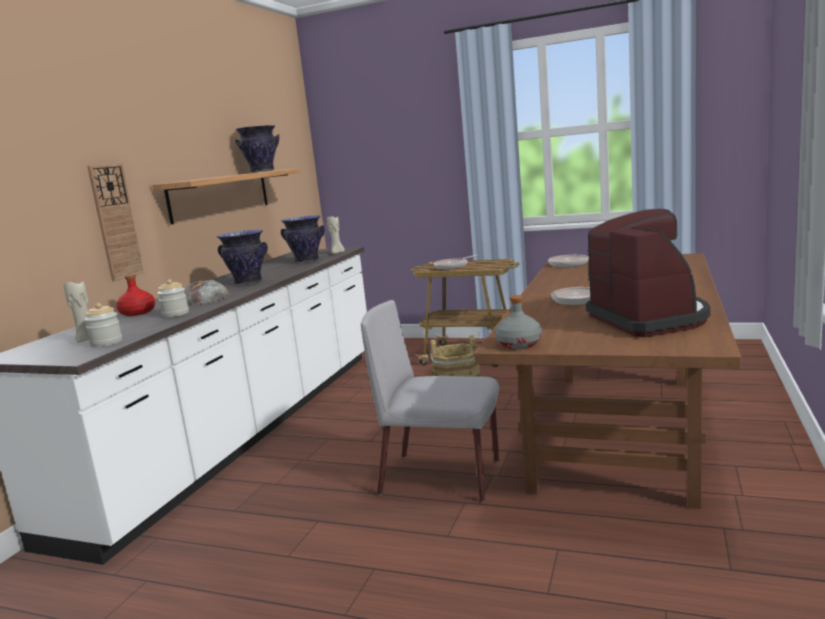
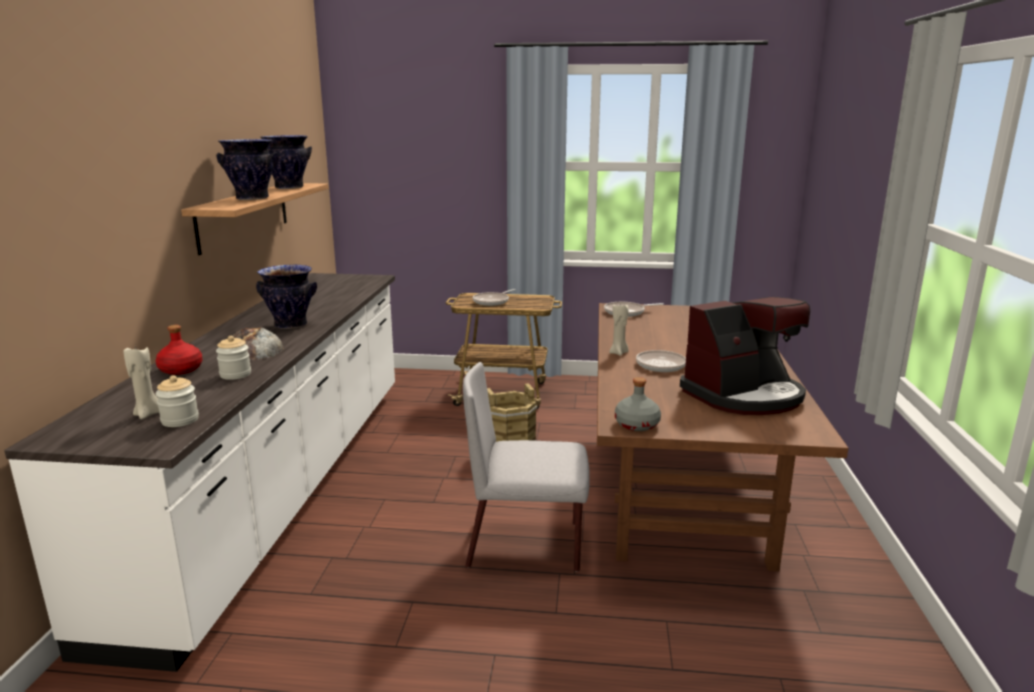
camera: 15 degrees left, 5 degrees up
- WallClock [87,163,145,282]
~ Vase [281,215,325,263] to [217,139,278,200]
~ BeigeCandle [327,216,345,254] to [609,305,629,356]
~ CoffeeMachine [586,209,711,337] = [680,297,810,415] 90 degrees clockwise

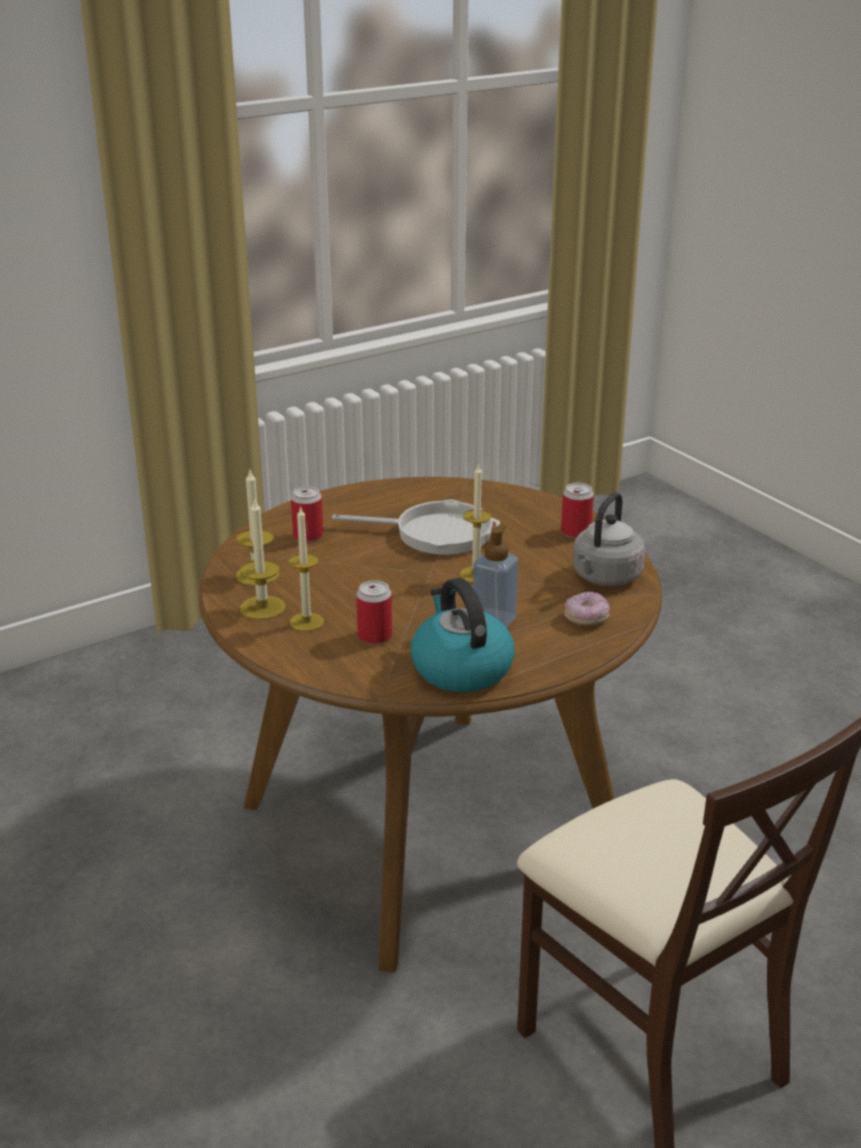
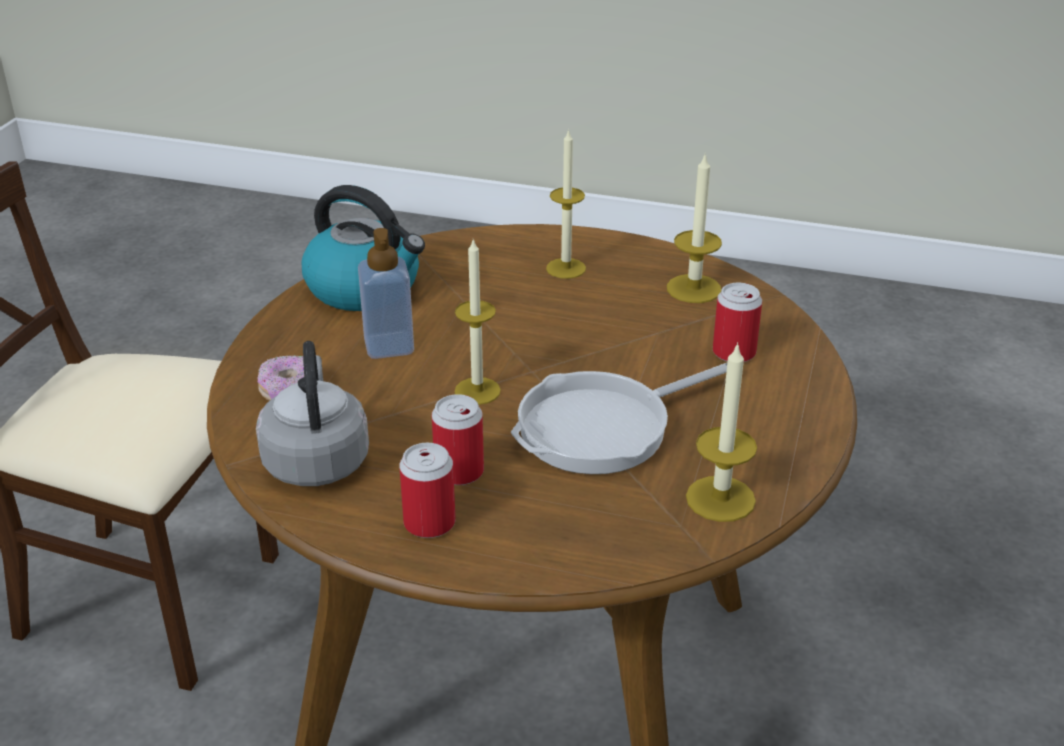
camera: 140 degrees right, 5 degrees up
~ Candle [240,497,285,620] to [686,342,757,522]
~ Can [356,580,392,644] to [432,394,484,485]

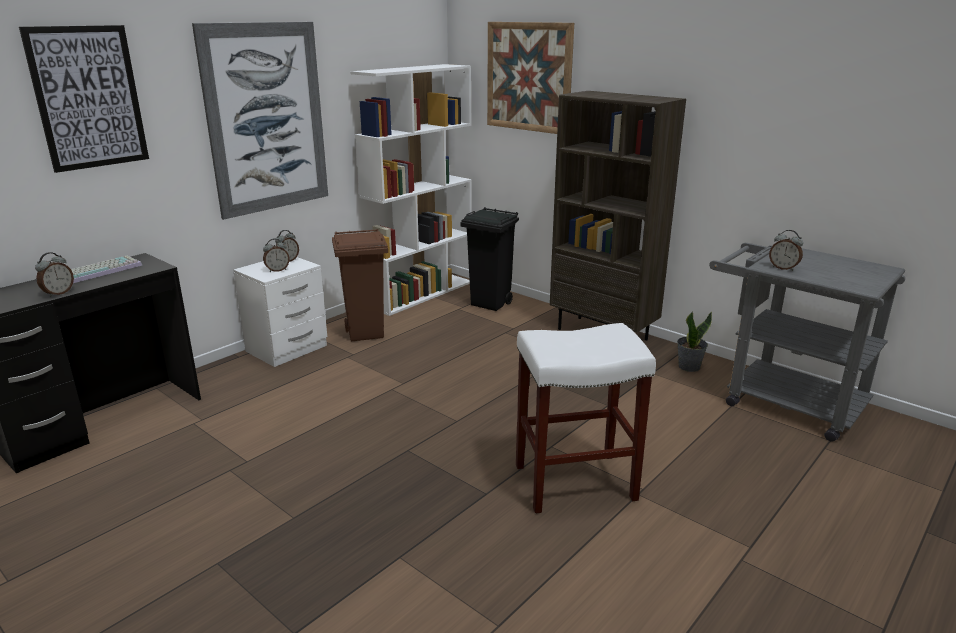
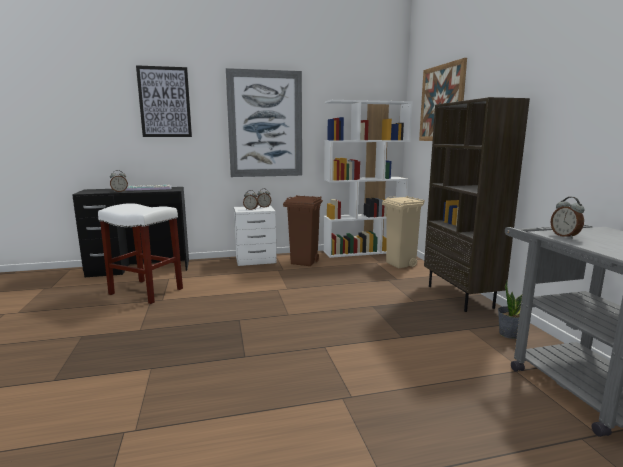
camera: 35 degrees right, 10 degrees down
~ WhiteStool [516,323,656,514] to [98,203,183,304]
~ BlackTrashCan [460,207,519,311] to BeigeTrashCan [382,196,425,268]

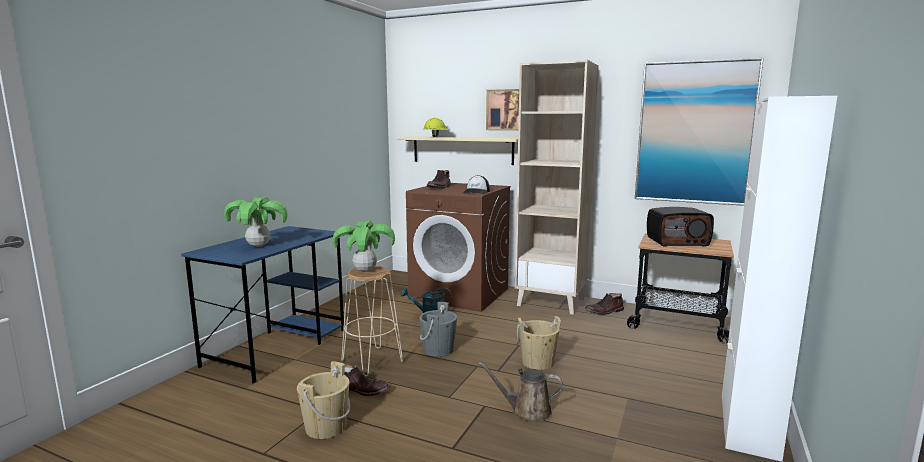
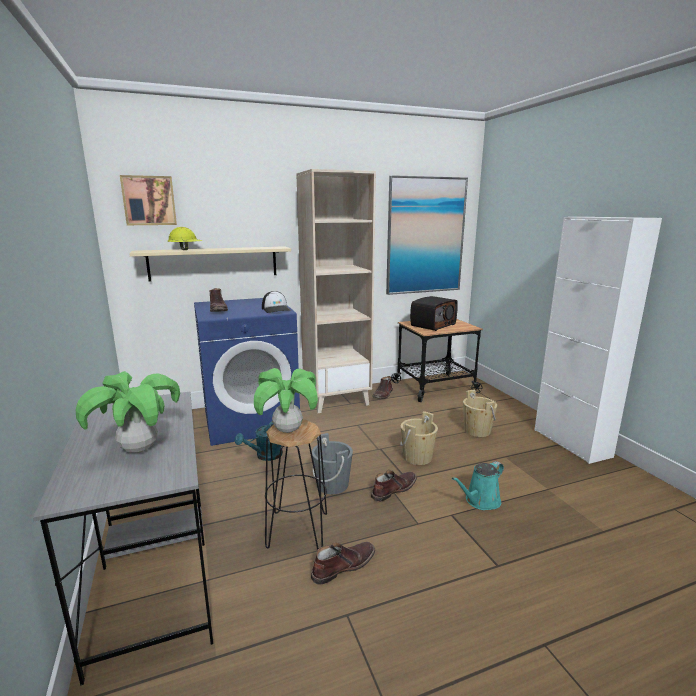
camera: 45 degrees left, 5 degrees up
+ BrownBoot [371,470,417,502]
~ BeigeBucket [297,361,350,439] to [463,390,497,437]
~ Picture [486,89,519,131] to [120,175,177,225]
~ BlueDesk [181,226,344,384] to GreyDesk [33,392,213,686]
~ BeigeStool [341,266,403,376] to BlackStool [265,420,327,549]
~ BrownWashingMachine [406,183,511,312] to BlueWashingMachine [194,298,300,446]
~ BrownWateringCan [478,362,563,422] to TurquoiseWateringCan [452,461,504,510]

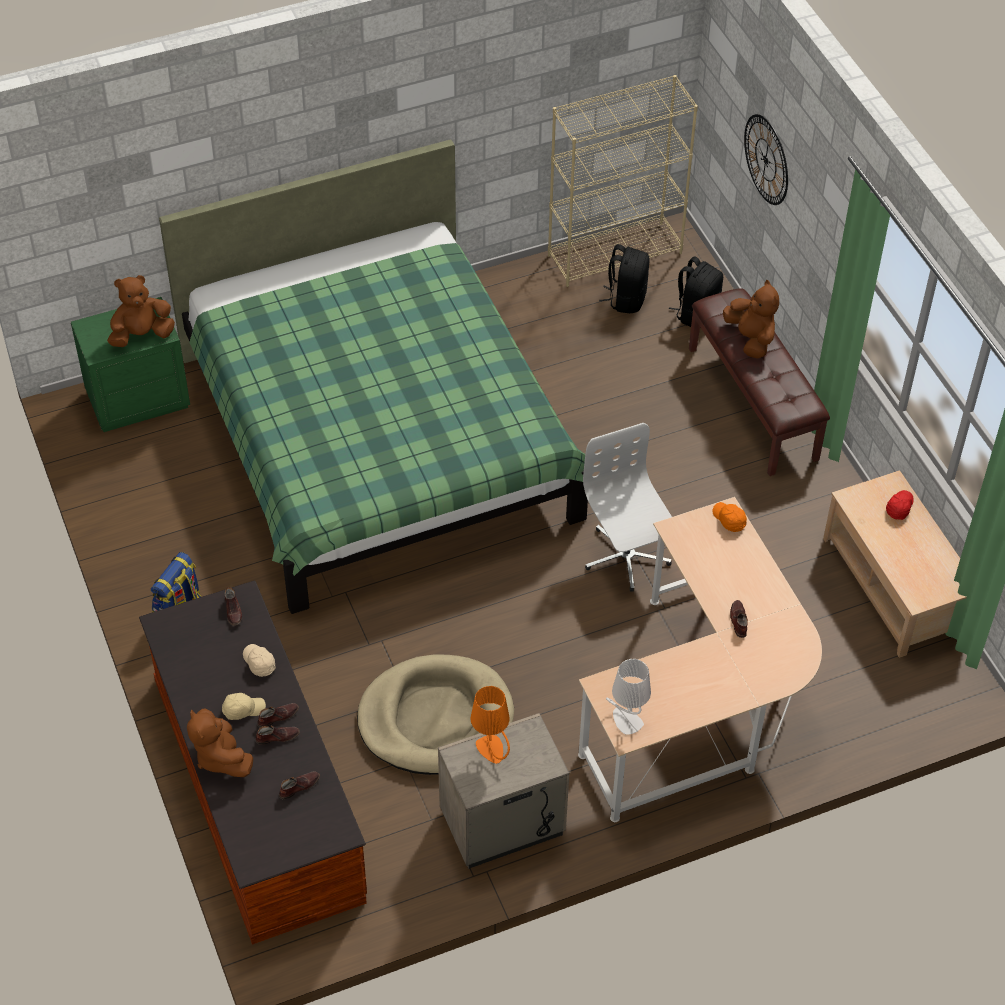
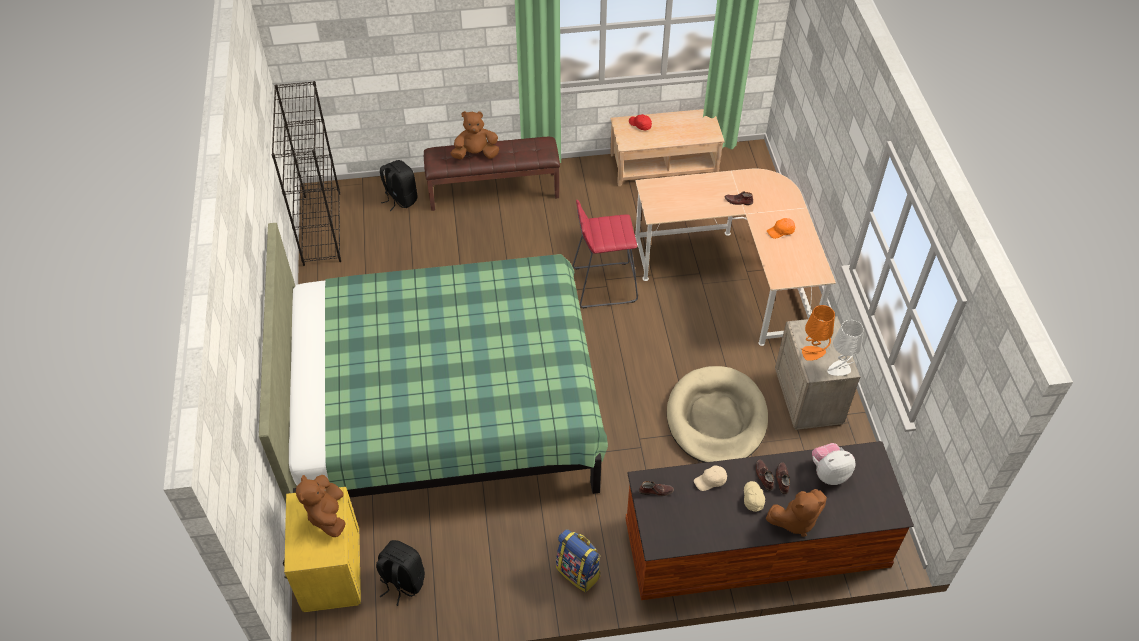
camera: 75 degrees left, 0 degrees up
- WallClock [744,114,788,205]
~ BlackBackpack [599,244,650,313] to [376,540,425,606]
~ WhiteTableLamp [606,659,651,735] to [827,320,864,376]
~ OrangeCap [712,502,747,532] to [767,218,795,239]
~ BrownShoe [279,771,320,800] to PlushToy [812,443,855,485]
~ WhiteOfficeChair [583,423,672,592] to RedStool [572,199,638,308]
~ GreenNightstand [71,297,190,432] to YellowNightstand [283,487,361,612]
~ BeigeBookcase [548,75,698,287] to BlackBookcase [271,81,341,266]

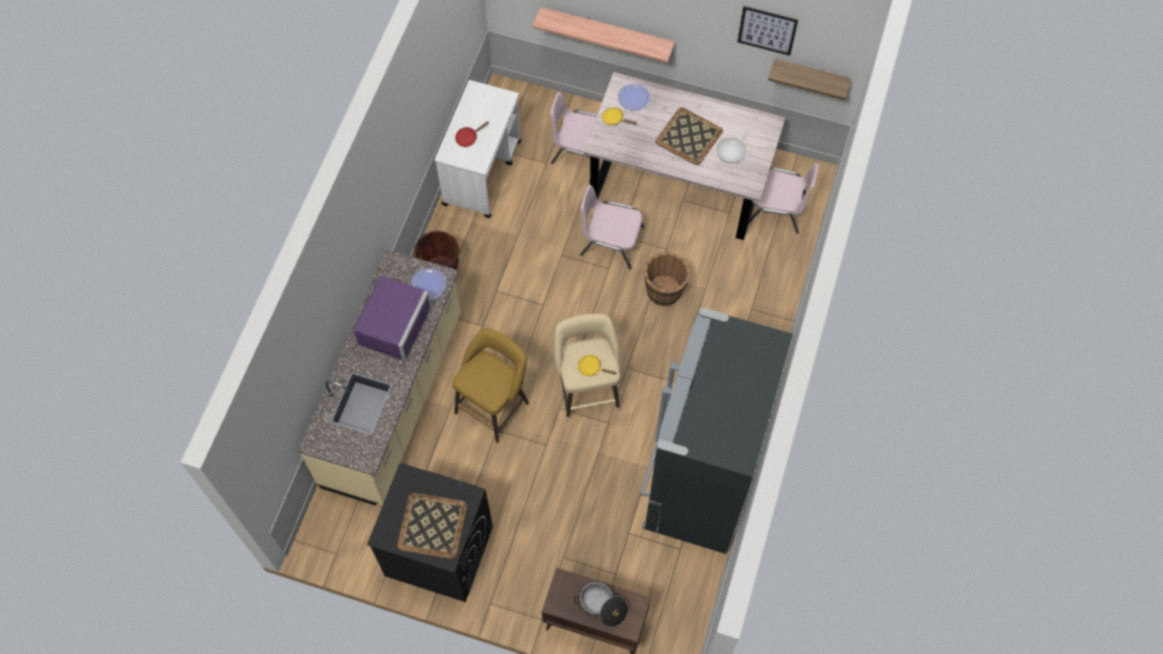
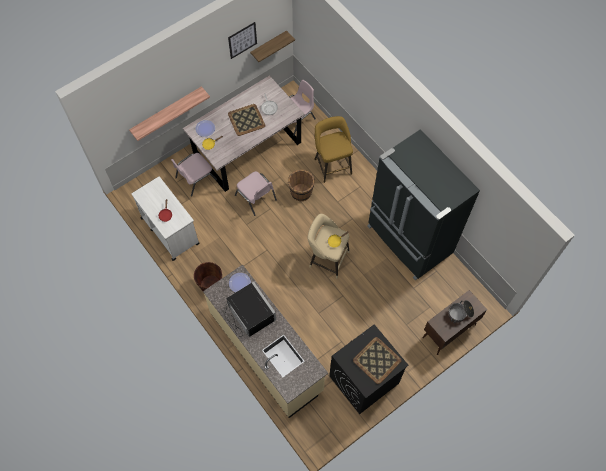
camera: 55 degrees left, 0 degrees up
~ YellowStool [452,328,529,443] to [314,116,353,183]
~ PurpleMicrowave [352,276,432,361] to BlackMicrowave [225,281,276,337]
~ PinkChair [580,185,644,270] = [235,171,277,216] 90 degrees counterclockwise

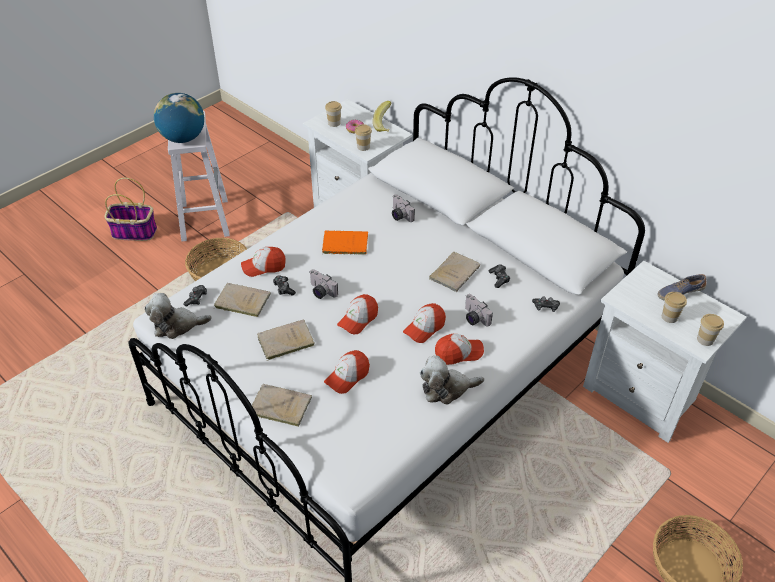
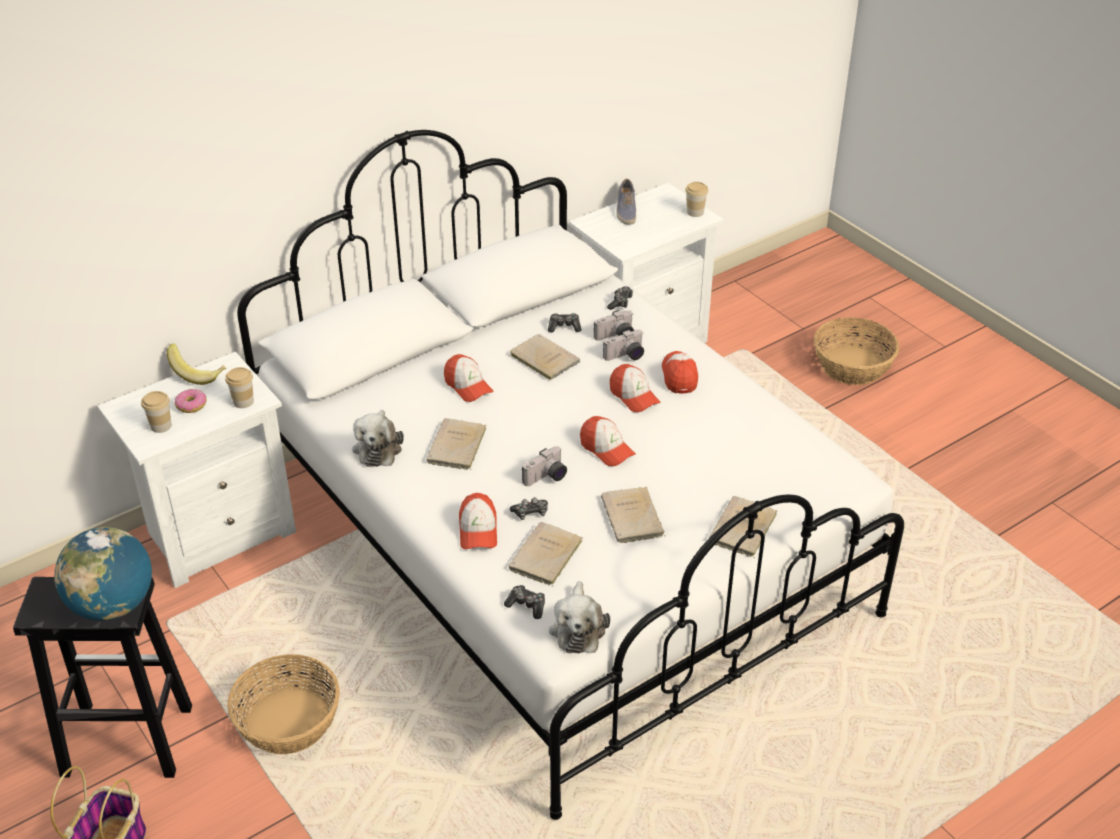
camera: 80 degrees left, 5 degrees down
- Cup [662,292,687,323]
~ Cap [324,350,370,394] to [444,354,493,402]
~ PhotoCamera [392,194,415,222] to [594,310,634,341]
~ PlushToy [420,356,484,405] to [352,410,404,467]
~ WhiteStool [168,111,230,242] to BlackStool [13,577,192,778]
~ OrangeBook [322,230,368,255] to BeigeBook [426,418,487,470]

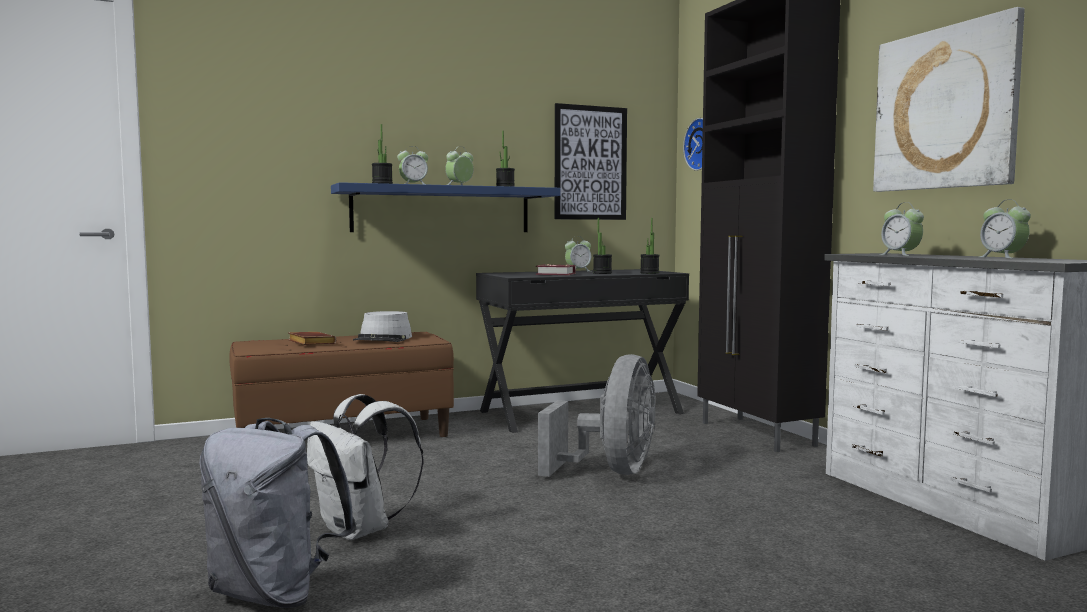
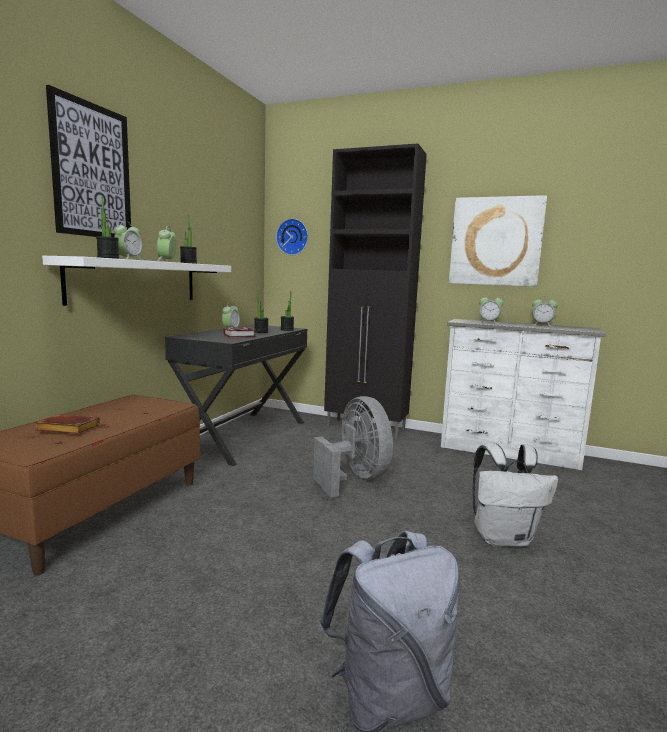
camera: 45 degrees left, 5 degrees up
- GreyHat [353,311,412,342]
~ WhiteBackpack [307,394,424,540] to [472,443,558,547]
~ Picture [555,103,627,220] to [46,85,131,237]
~ BlueShelf [331,182,560,232] to WhiteShelf [42,256,231,306]

